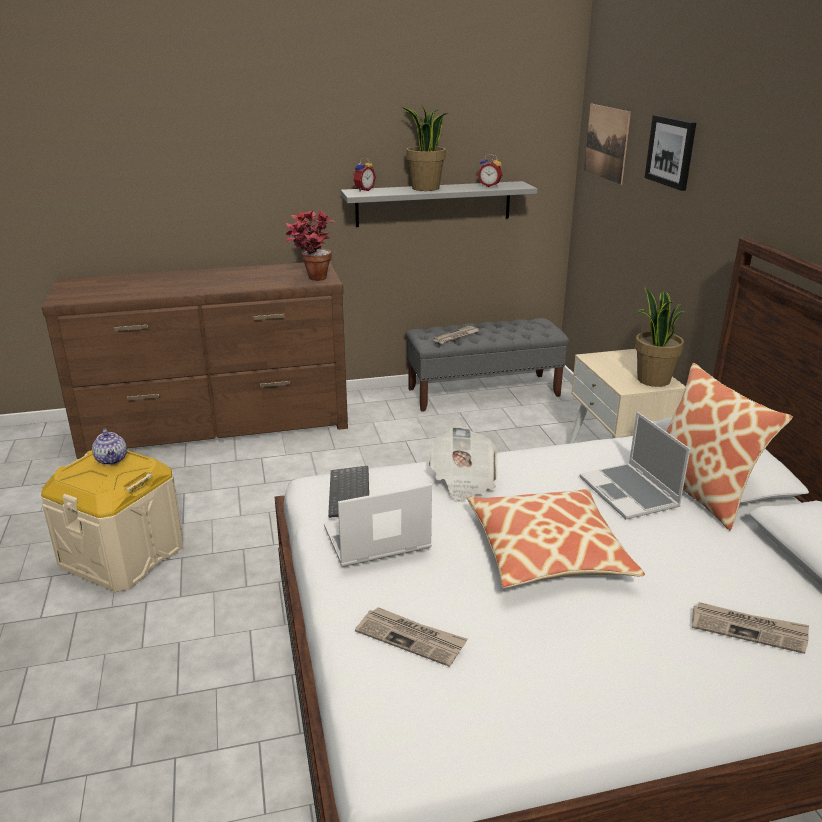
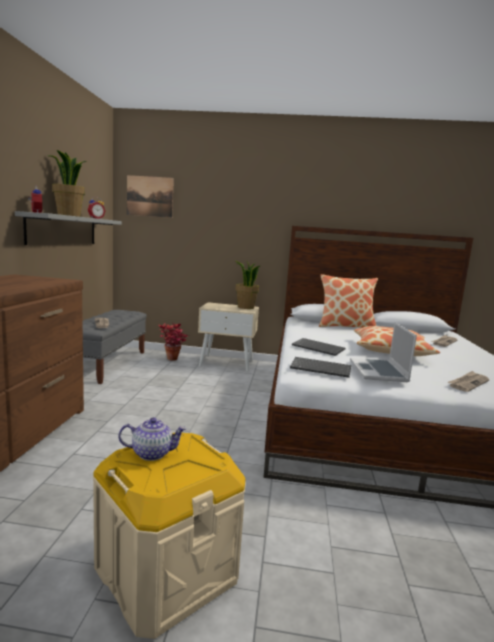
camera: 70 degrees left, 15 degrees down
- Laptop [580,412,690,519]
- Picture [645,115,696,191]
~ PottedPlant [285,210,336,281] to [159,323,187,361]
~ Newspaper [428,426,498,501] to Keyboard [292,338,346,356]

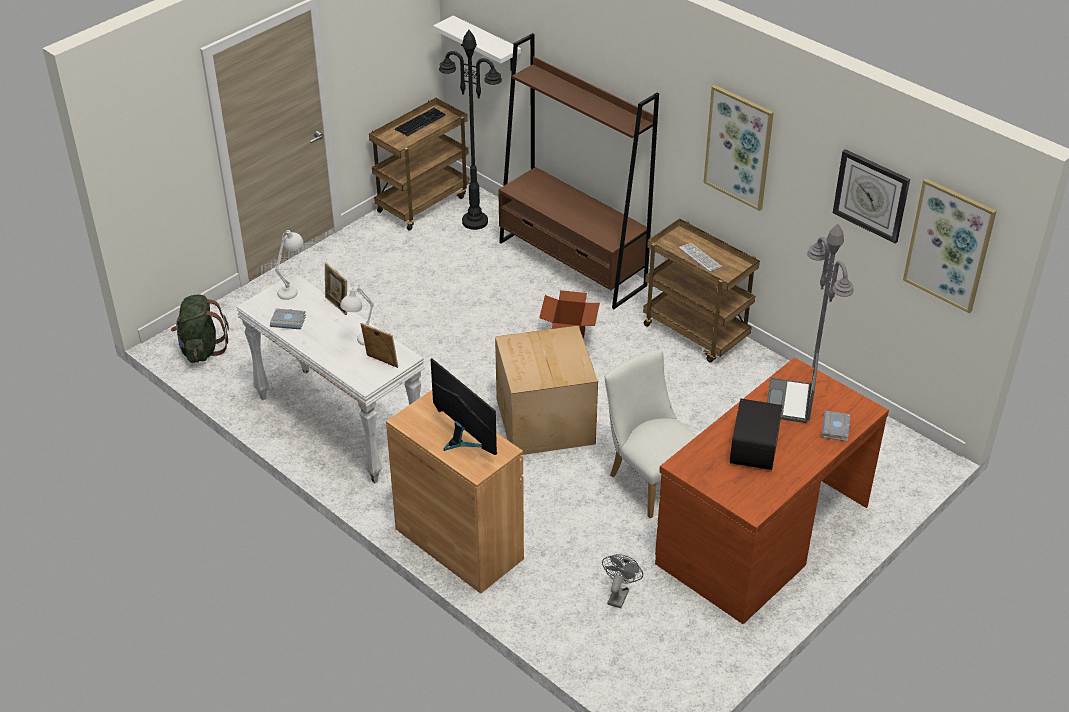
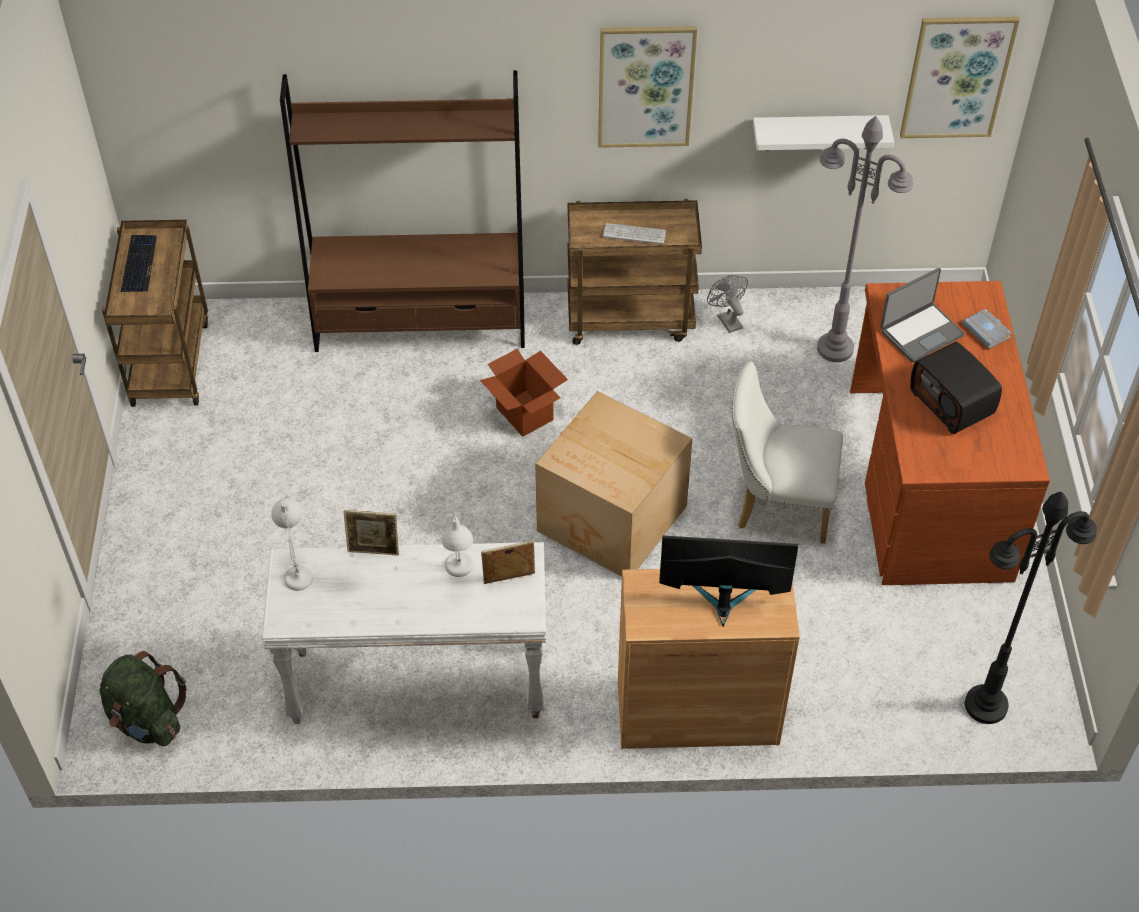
camera: 45 degrees left, 10 degrees up
- GreyBook [270,309,306,329]
- WallClock [833,149,910,244]
~ WhiteShelf [433,15,521,71] to [753,115,894,151]
~ BlackFloorLamp [439,30,502,230] to [965,492,1097,724]
~ GreyFan [602,554,643,608] to [707,275,748,333]
~ Laptop [767,353,819,423] = [880,268,965,362] 90 degrees counterclockwise

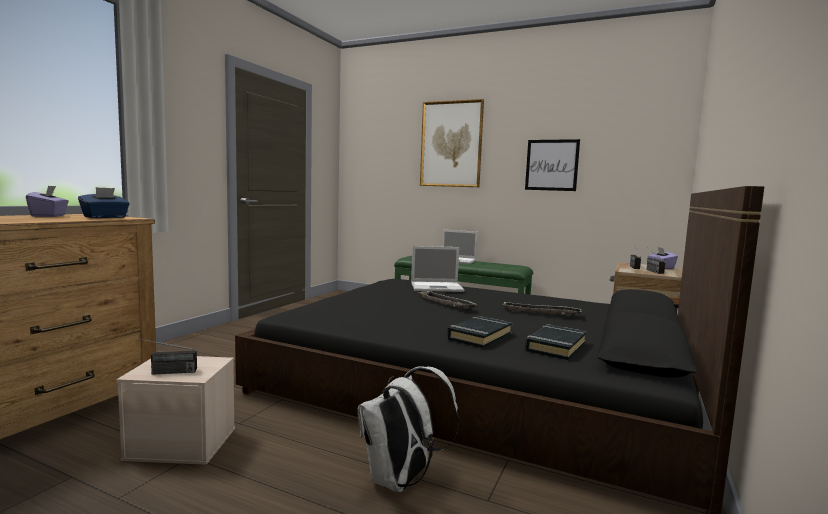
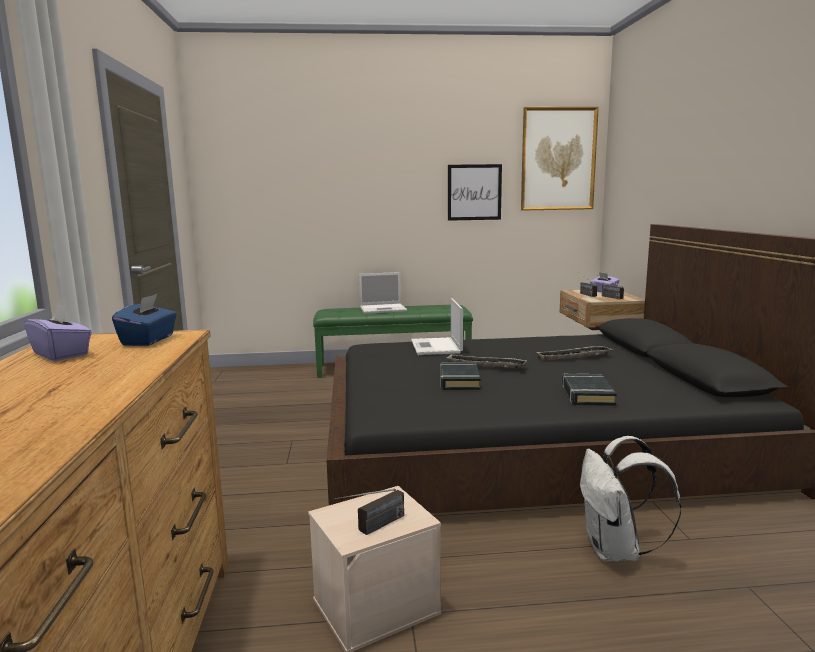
camera: 30 degrees left, 5 degrees up
~ Picture [420,99,484,187] to [521,107,599,211]
~ BlackBook [525,324,587,360] to [440,362,480,390]
~ Laptop [411,246,464,292] = [411,298,463,355] 120 degrees clockwise

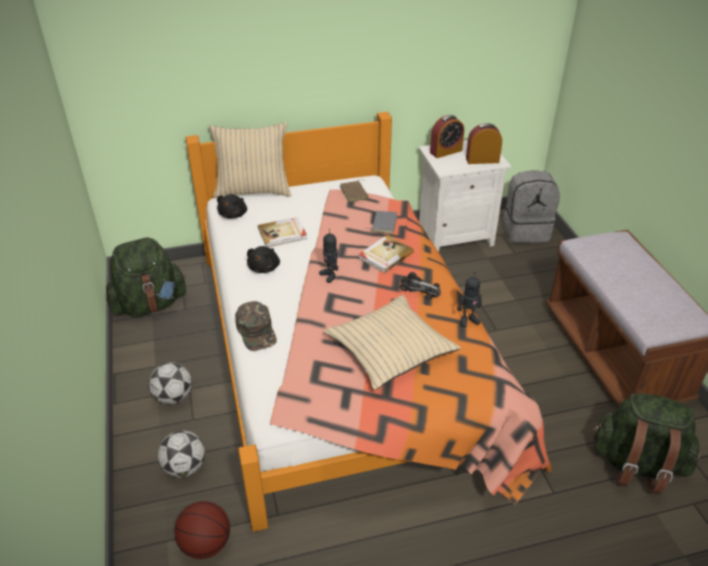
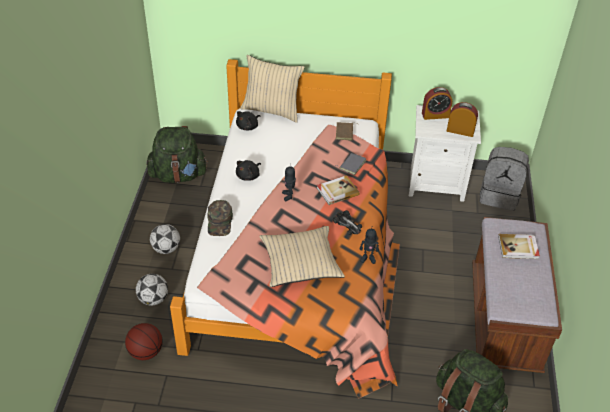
camera: 20 degrees right, 5 degrees up
~ Book [258,217,307,247] to [498,234,540,259]

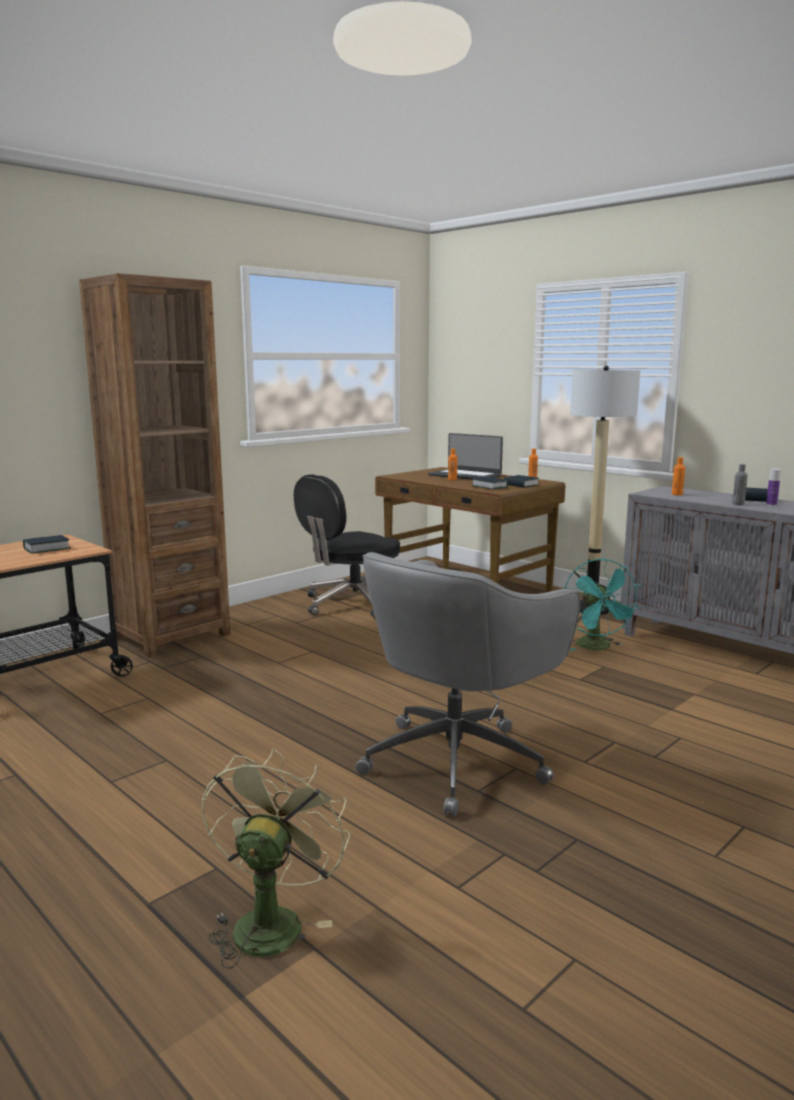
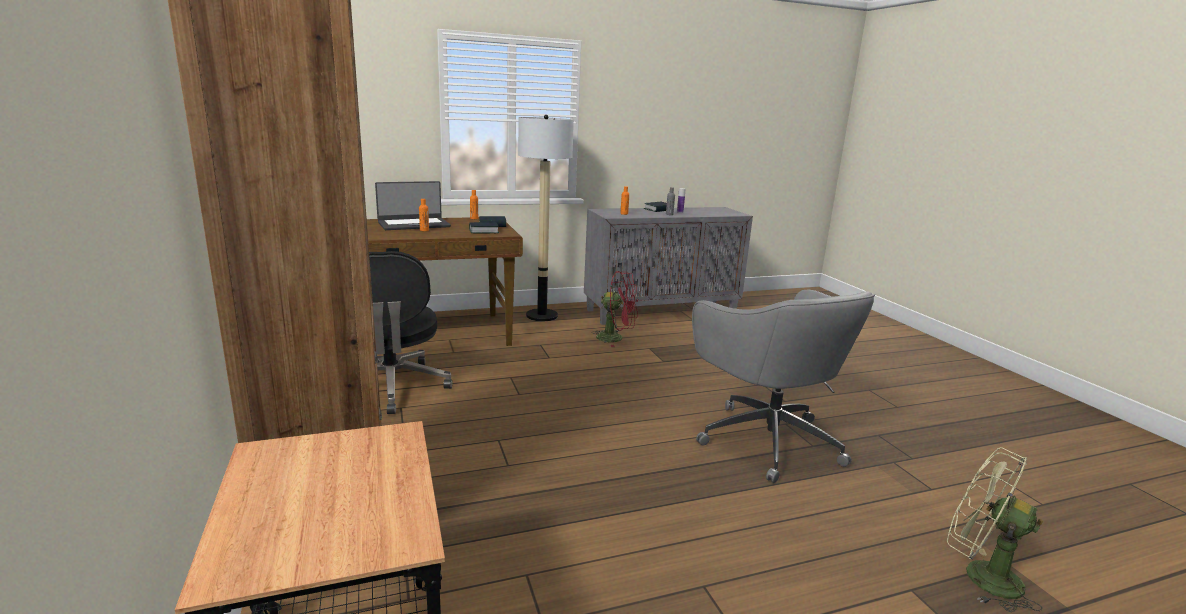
camera: 65 degrees left, 5 degrees up
- Book [23,535,71,554]
~ TurquoiseFan [564,559,641,651] to RedFan [591,271,638,347]

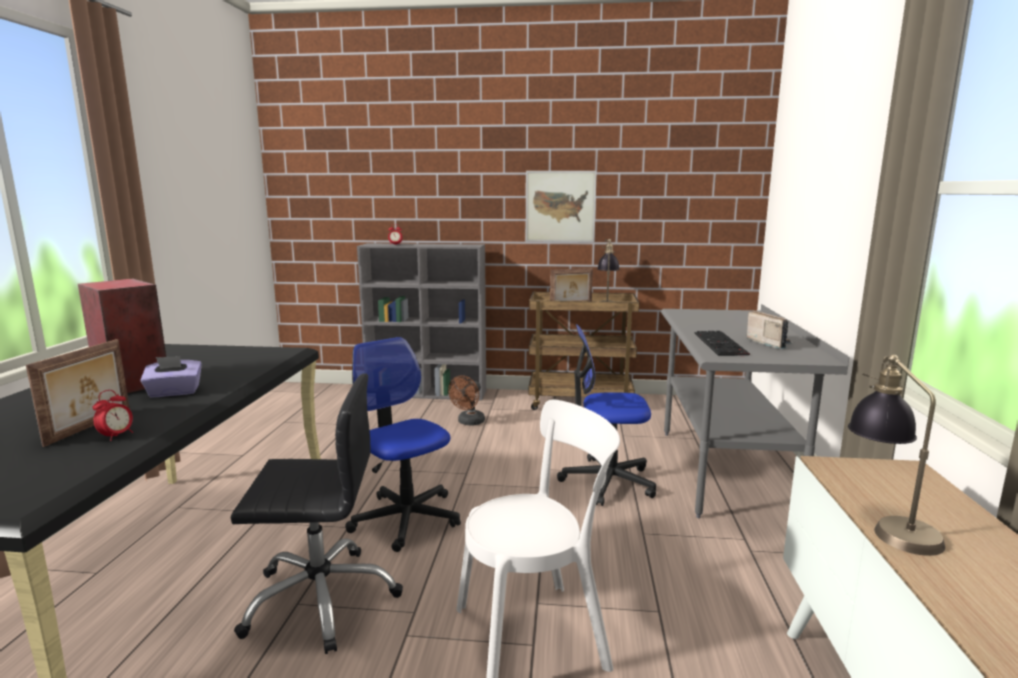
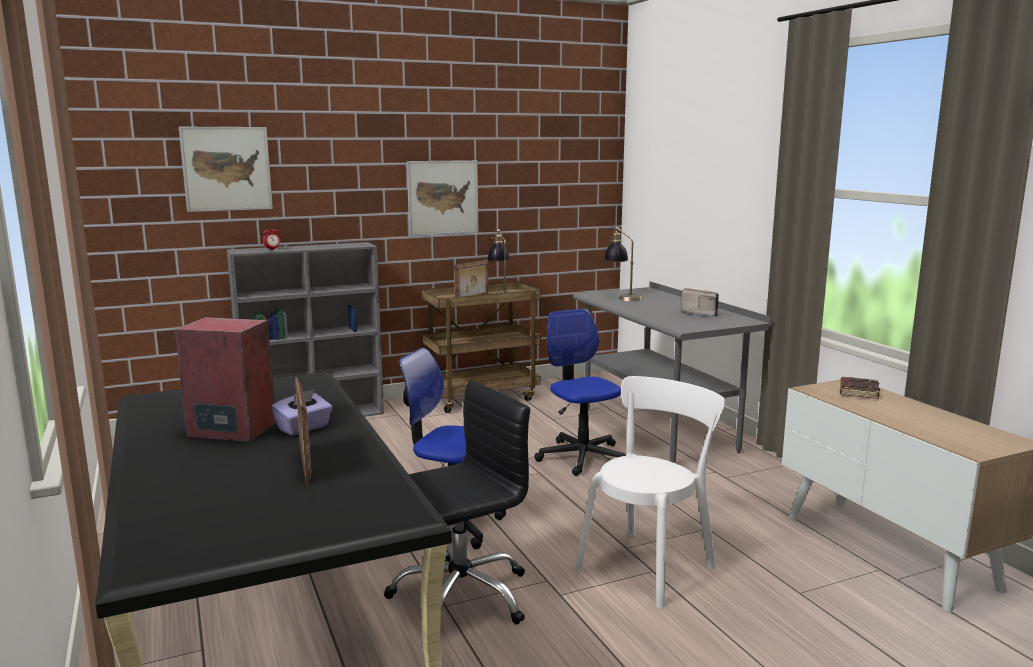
camera: 30 degrees left, 0 degrees up
- AlarmClock [92,390,133,441]
- BrownFan [448,375,485,426]
- Keyboard [694,331,750,356]
+ Picture [179,127,273,212]
+ BrownBook [840,377,880,399]
~ TableLamp [848,354,945,556] to [604,227,643,301]
~ OfficeChair [557,324,656,506] = [534,308,626,476] 90 degrees clockwise

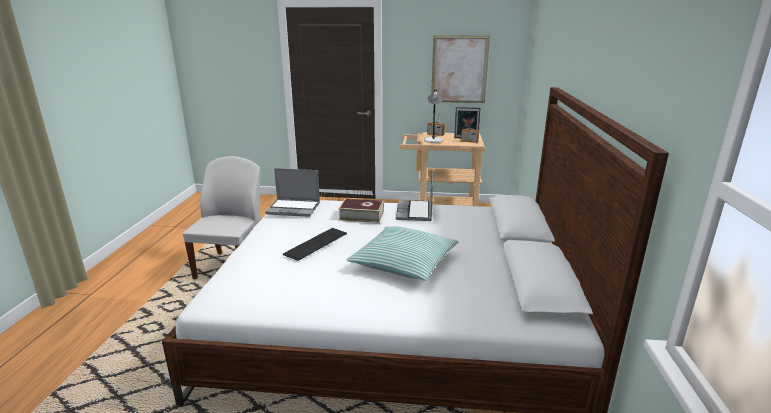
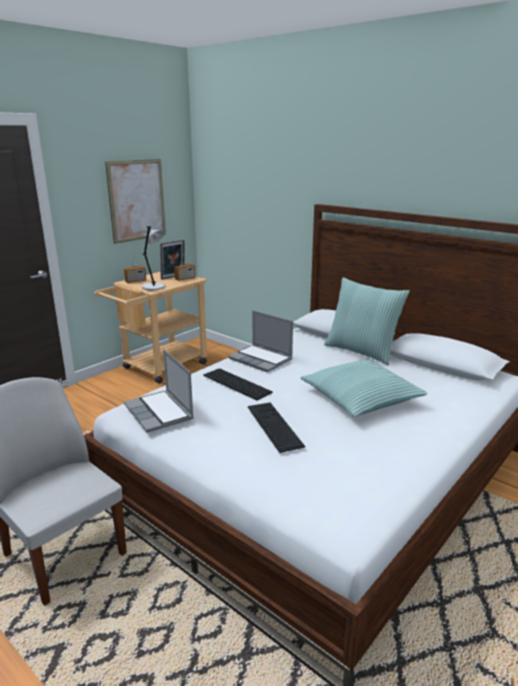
camera: 55 degrees left, 0 degrees up
+ Pillow [324,277,410,365]
~ Book [338,198,384,223] to Keyboard [204,368,273,401]
~ Laptop [265,168,320,217] = [124,349,194,433] 105 degrees clockwise

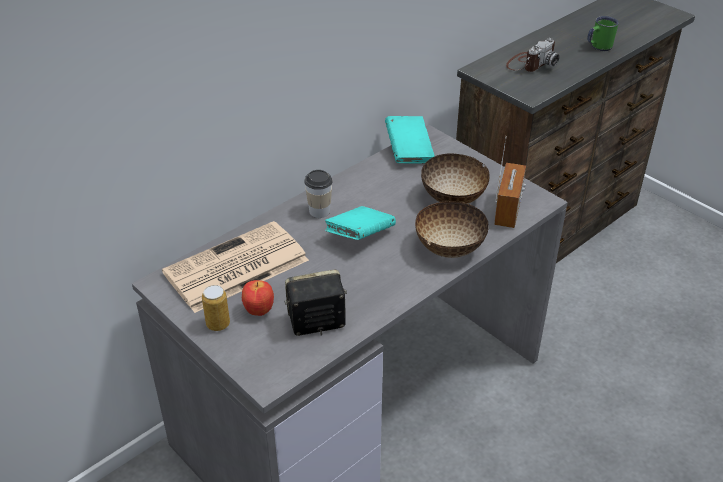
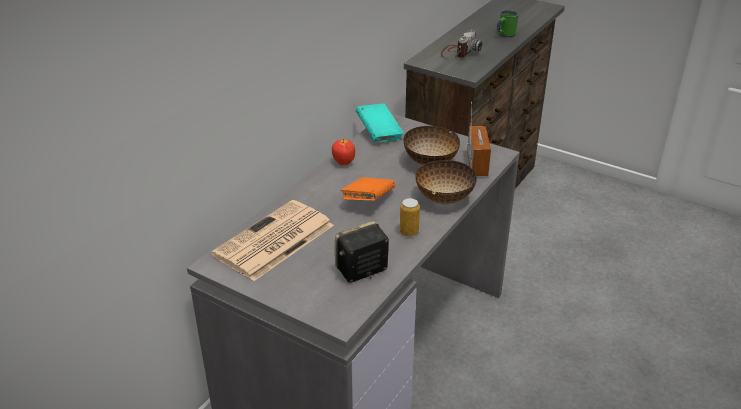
camera: 15 degrees left, 5 degrees down
- Cup [304,170,333,218]
~ Can [202,285,230,331] to [400,198,420,236]
~ Apple [242,280,274,316] to [332,139,355,165]
~ TurquoiseBook [325,206,396,240] to OrangeBook [341,177,395,201]

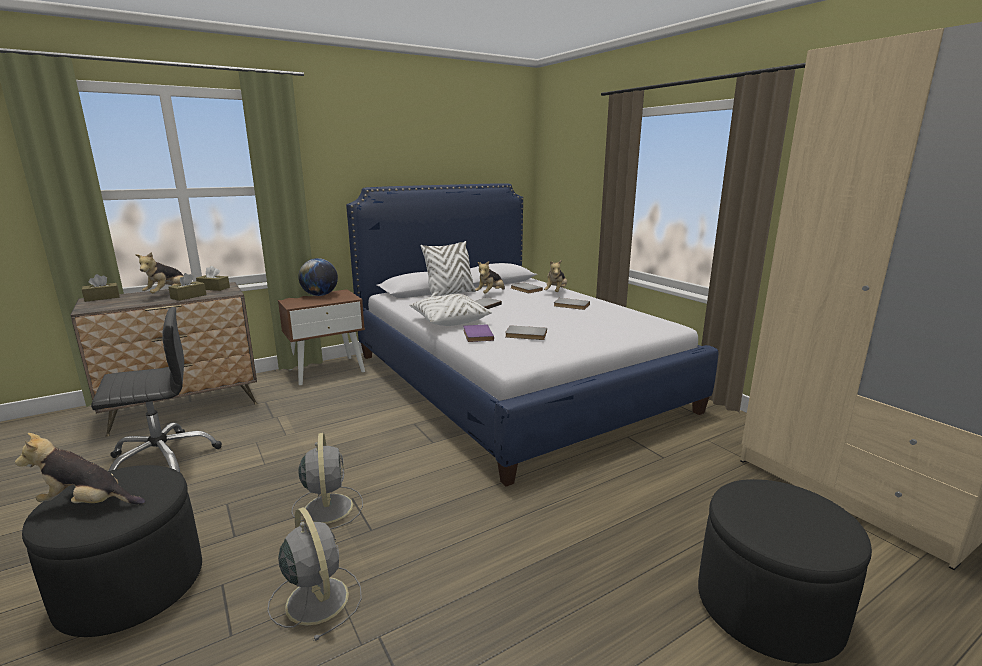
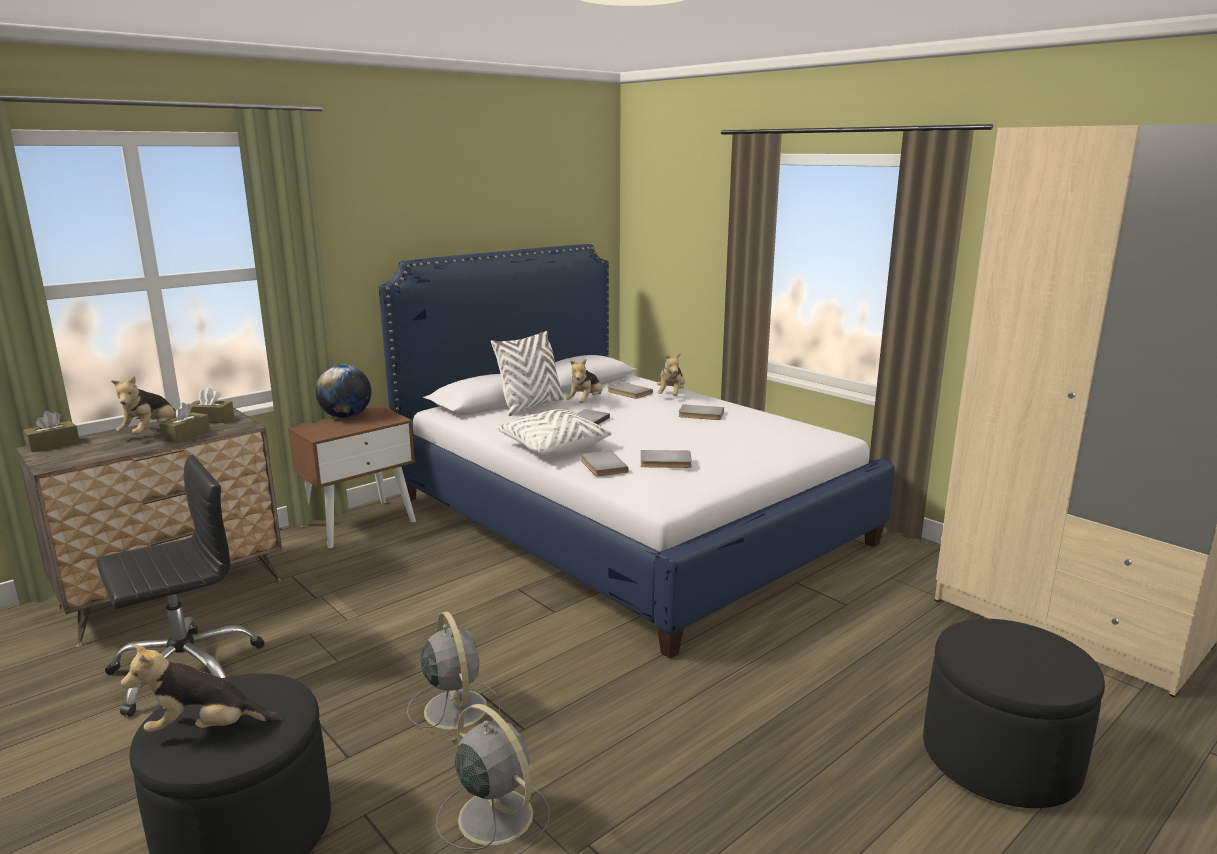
camera: 10 degrees left, 0 degrees up
~ PurpleBook [463,324,494,342] to GreyBook [581,450,629,476]

